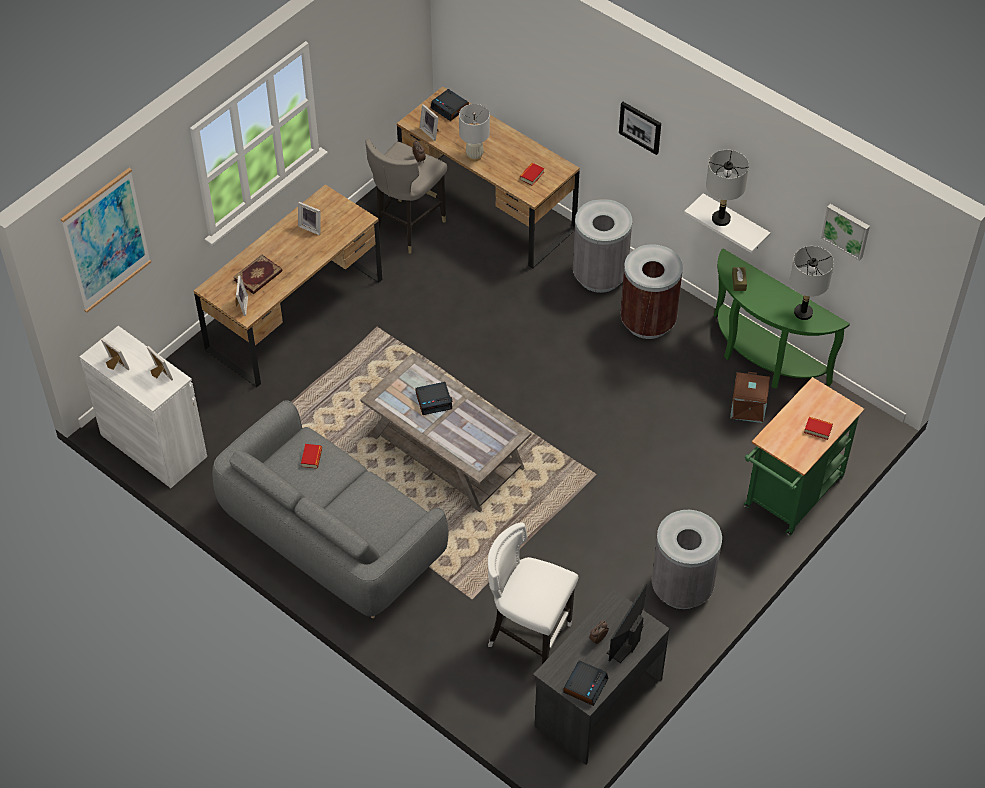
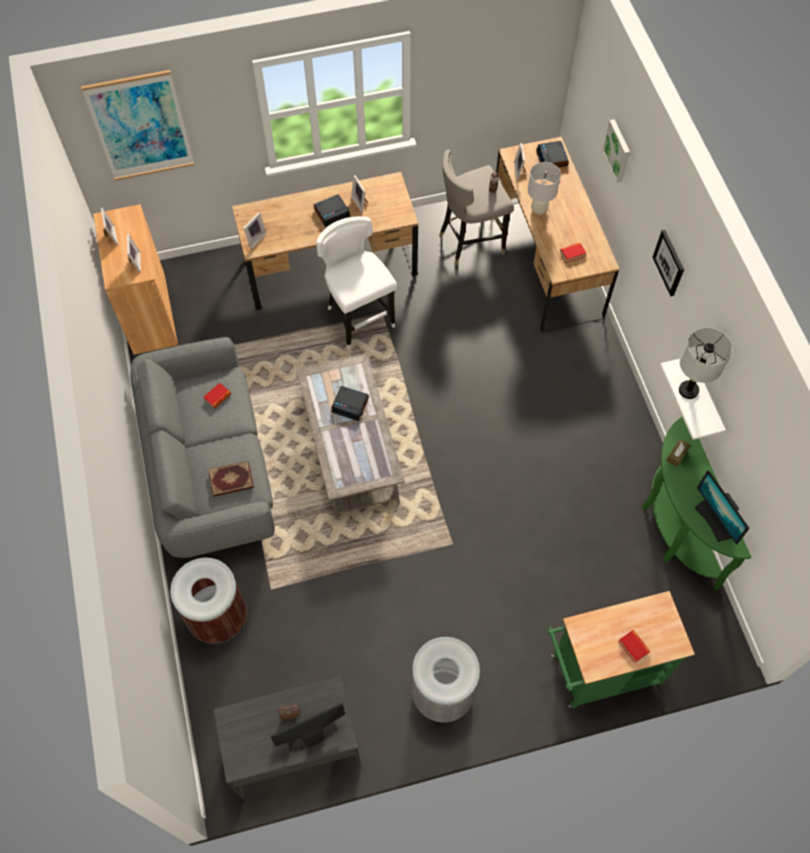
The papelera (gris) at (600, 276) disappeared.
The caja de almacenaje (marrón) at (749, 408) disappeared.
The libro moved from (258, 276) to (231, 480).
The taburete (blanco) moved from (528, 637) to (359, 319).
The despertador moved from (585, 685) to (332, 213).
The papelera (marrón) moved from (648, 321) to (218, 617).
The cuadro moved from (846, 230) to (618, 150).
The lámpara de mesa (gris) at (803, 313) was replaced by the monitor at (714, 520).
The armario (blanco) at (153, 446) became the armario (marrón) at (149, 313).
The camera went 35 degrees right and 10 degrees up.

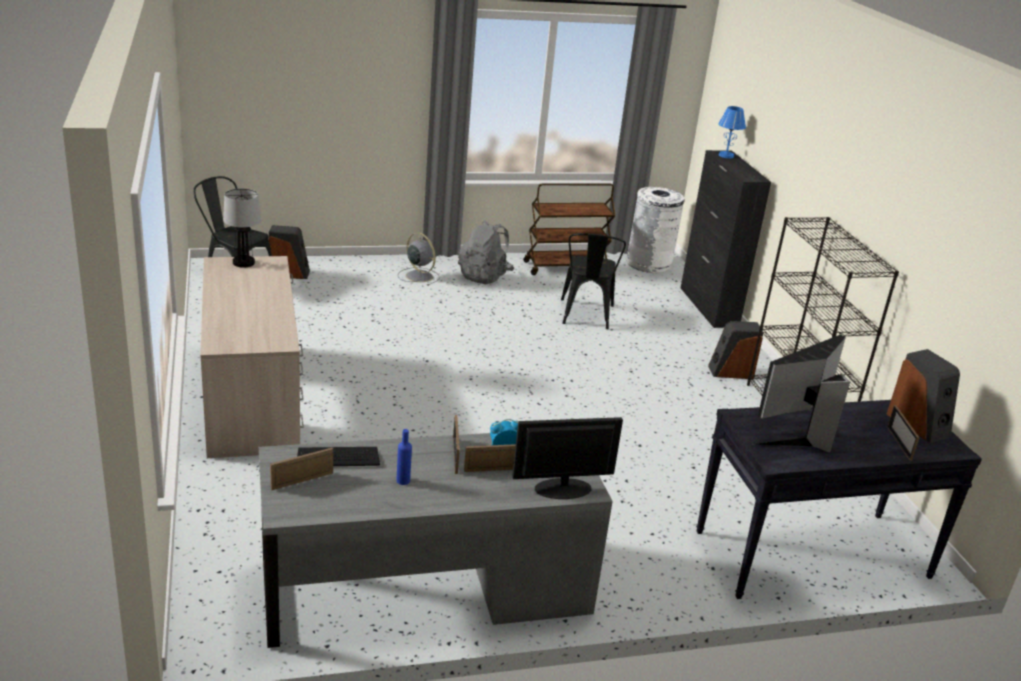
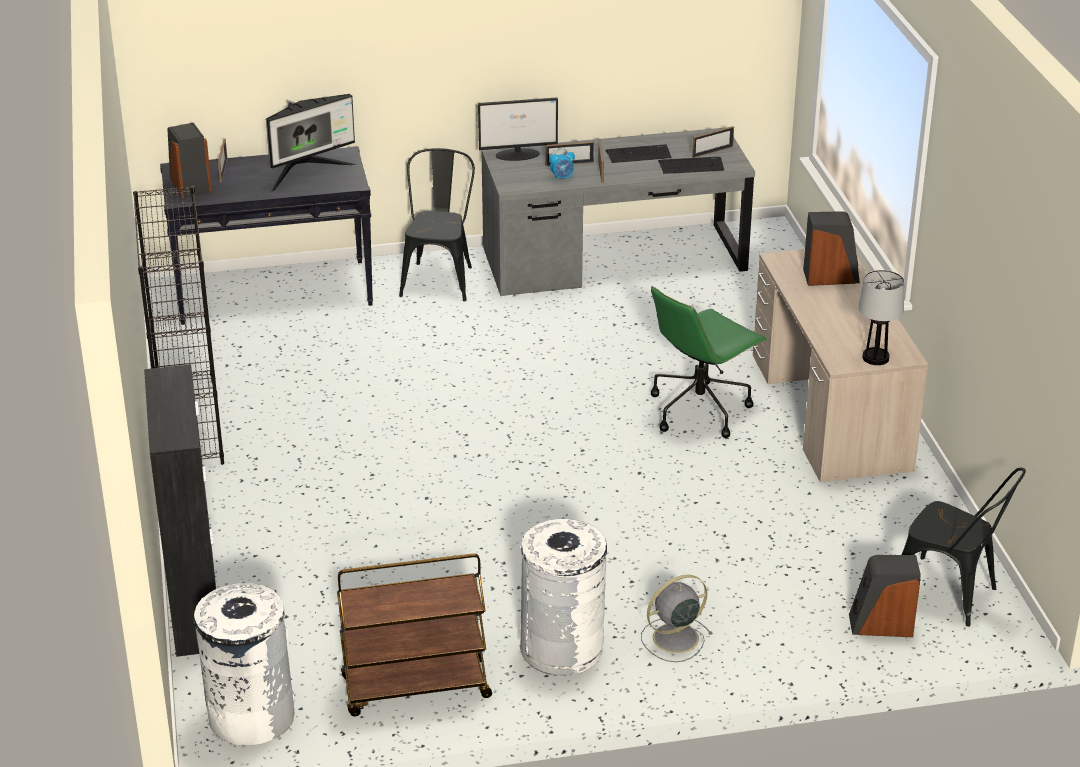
The lámpara de mesa (azul) at (726, 156) disappeared.
The silla de oficina (verde) at (700, 409) appeared.
The silla (negro) moved from (586, 316) to (439, 278).
The altavoz moved from (731, 372) to (830, 276).
The botella (azul) at (403, 480) was replaced by the teclado at (638, 154).
The mochila (gris) at (484, 276) was replaced by the papelera (blanco) at (562, 648).
The ventilador (gris) at (418, 276) turned 105 degrees clockwise.
The camera went 175 degrees left and 5 degrees up.

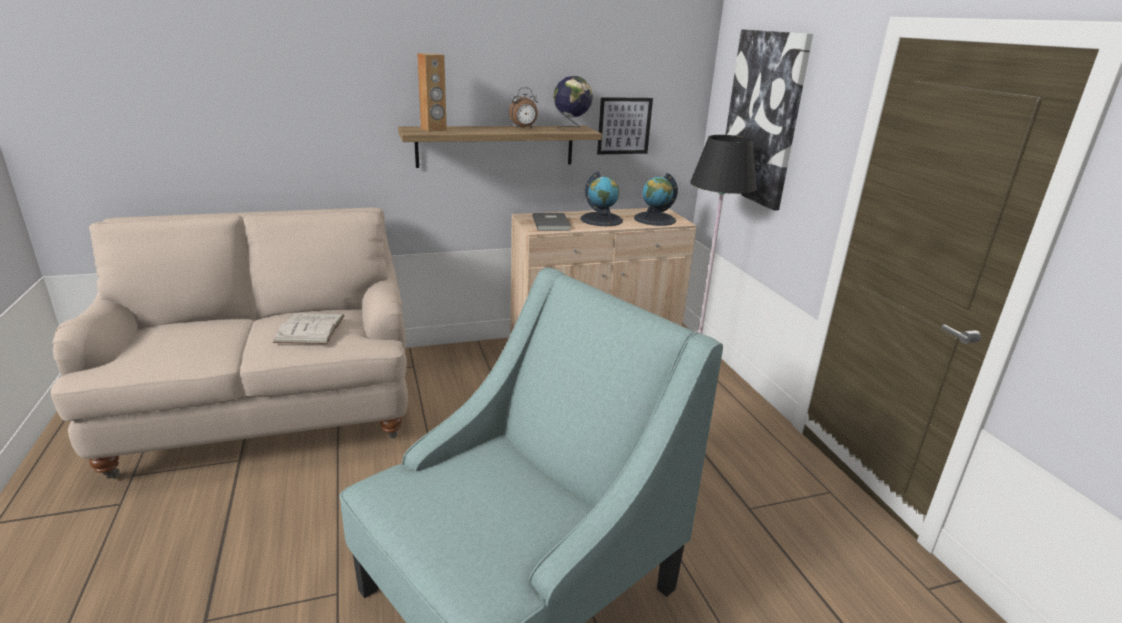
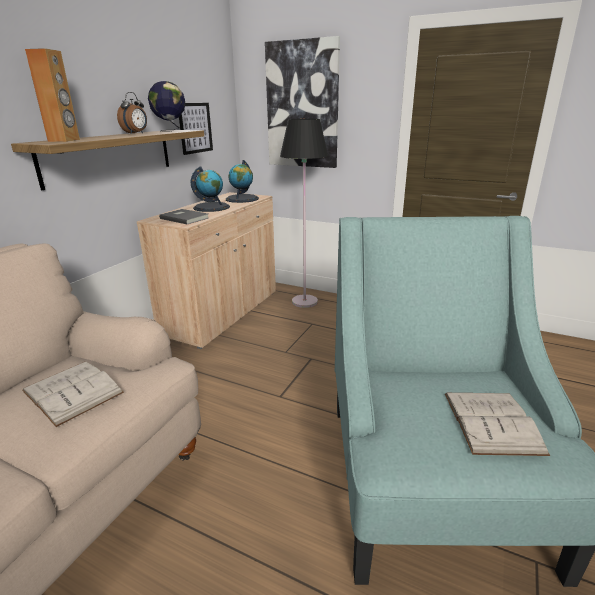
The libro (blanco) at (492, 422) appeared.
The camera went 45 degrees left and 0 degrees up.

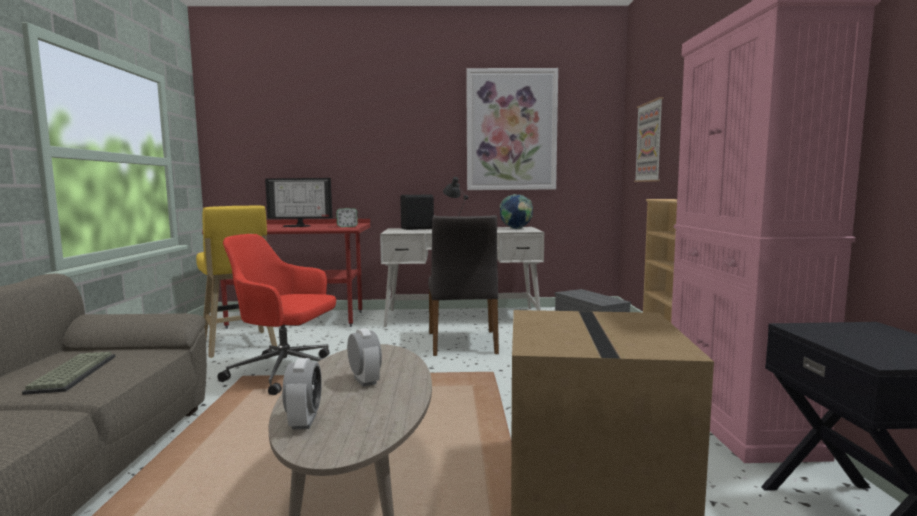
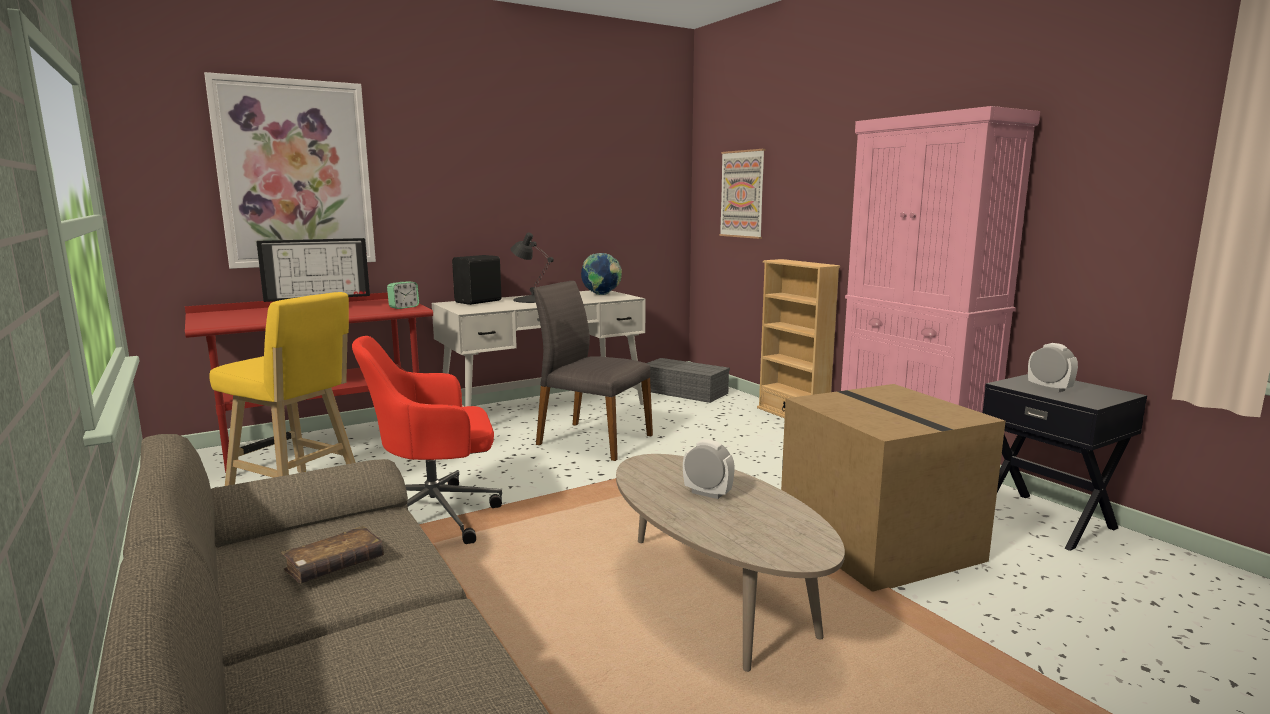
The despertador moved from (304, 421) to (1049, 389).
The cuadro moved from (511, 130) to (295, 174).
The teclado at (72, 373) was replaced by the libro (marrón) at (335, 566).
The silla (gris) at (463, 343) turned 150 degrees clockwise.
The camera went 30 degrees left and 5 degrees up.

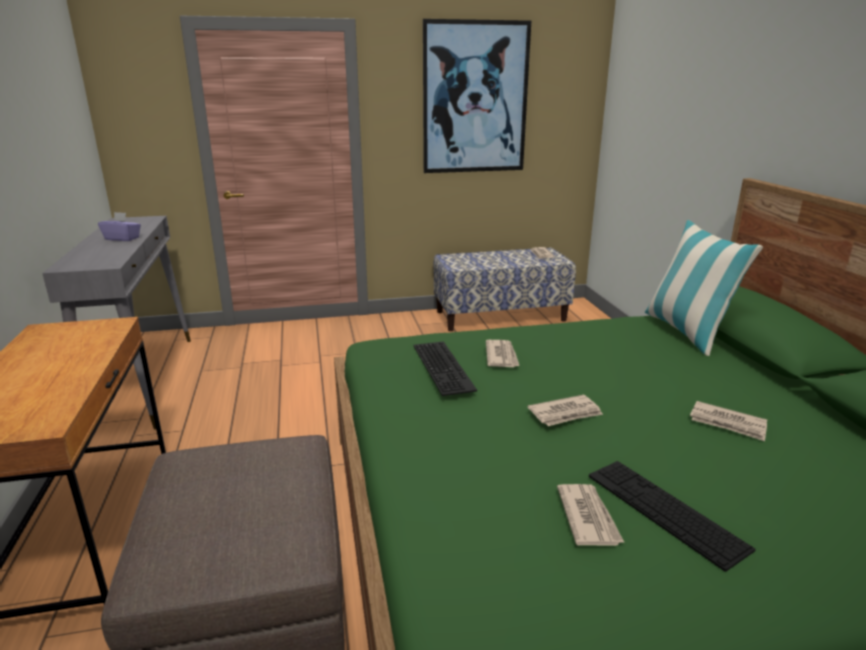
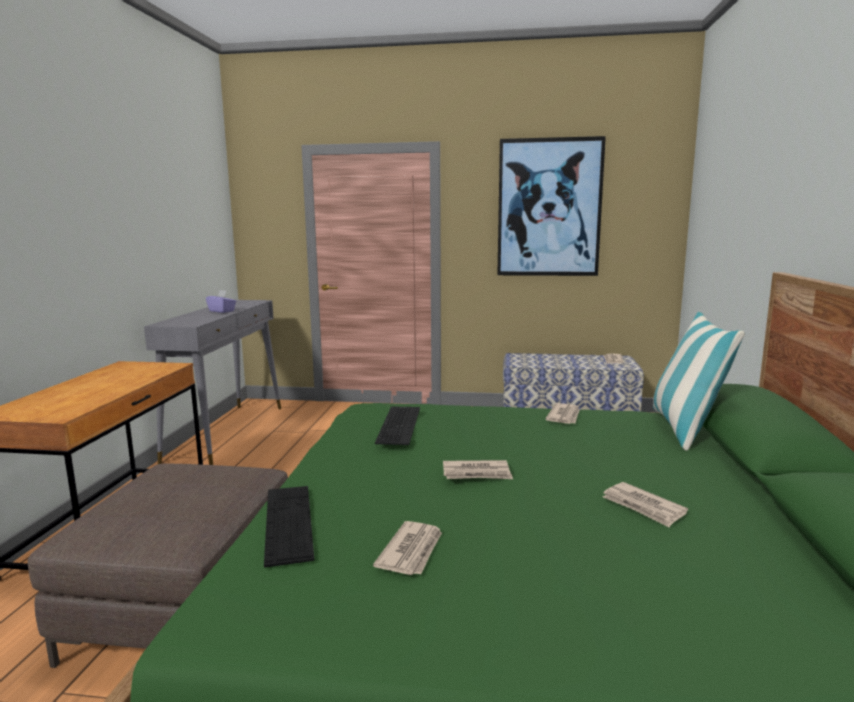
The periódico moved from (501, 356) to (564, 416).
The teclado moved from (664, 510) to (288, 522).
The camera went 20 degrees right and 10 degrees down.

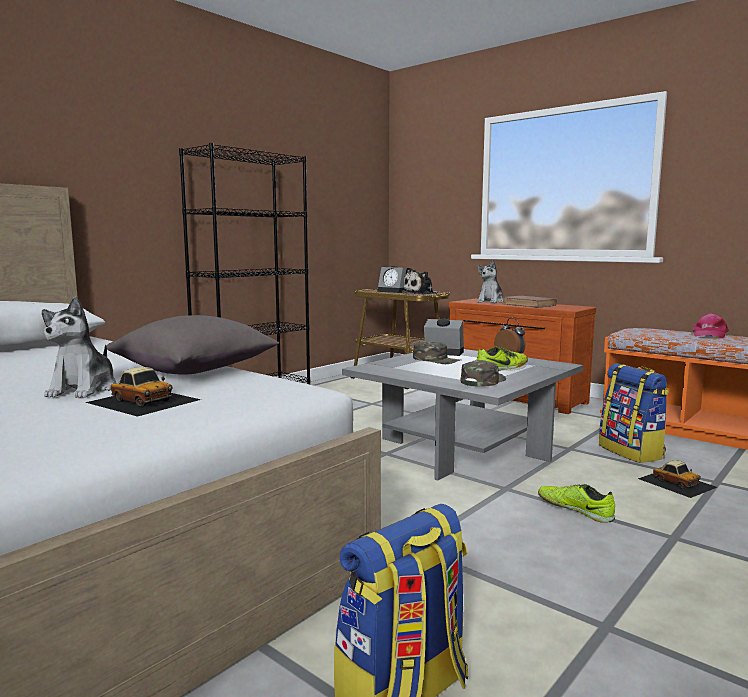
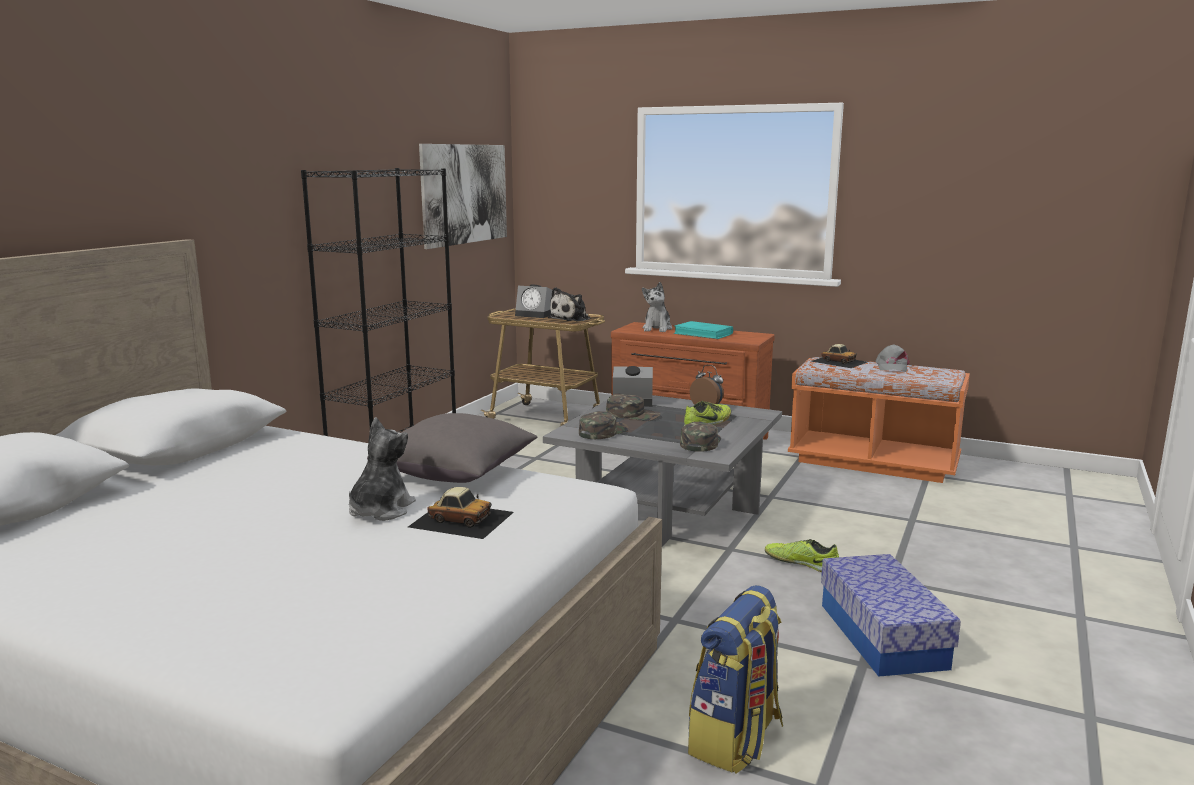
The mochila at (632, 452) disappeared.
The cuadro at (465, 194) appeared.
The gorra (verde) at (602, 432) appeared.
The caja de almacenaje at (882, 635) appeared.
The coche de juguete moved from (676, 482) to (839, 361).
The libro (marrón) at (529, 305) became the libro (turquesa) at (703, 334).
The gorra (rosa) at (709, 334) became the gorra (gris) at (891, 367).
The peluche at (84, 389) turned 150 degrees counterclockwise.
The camera went 15 degrees left and 5 degrees up.

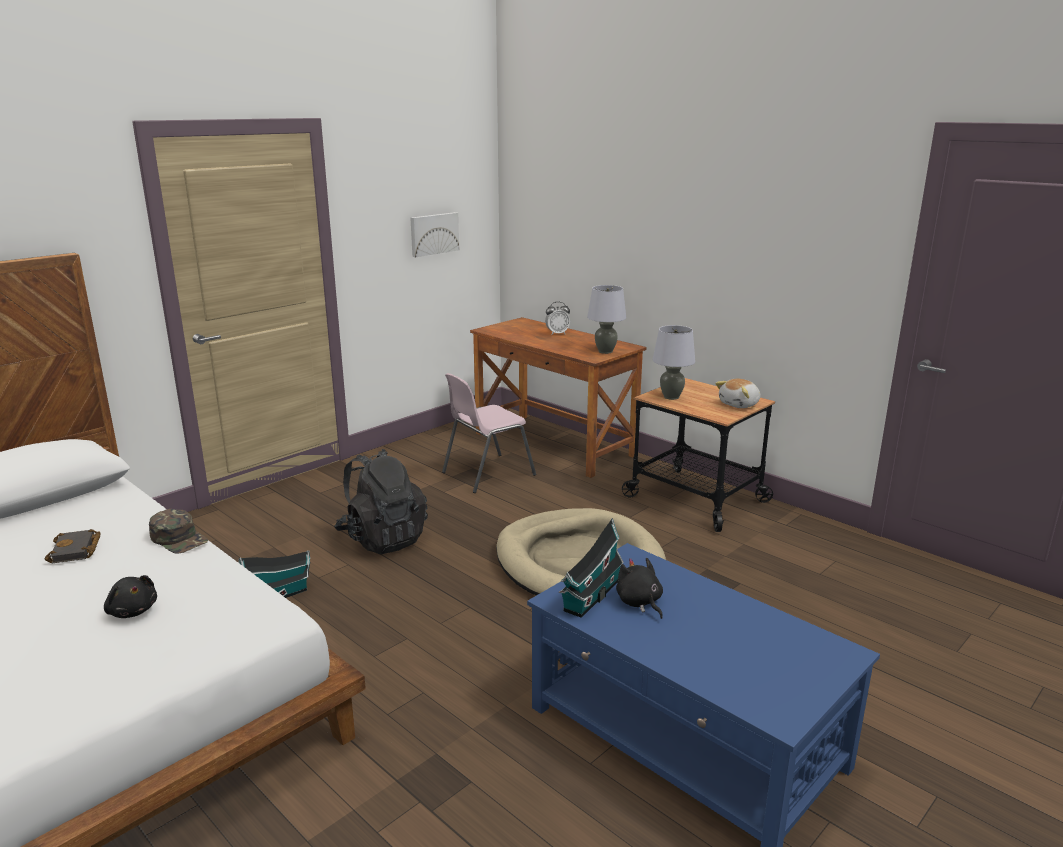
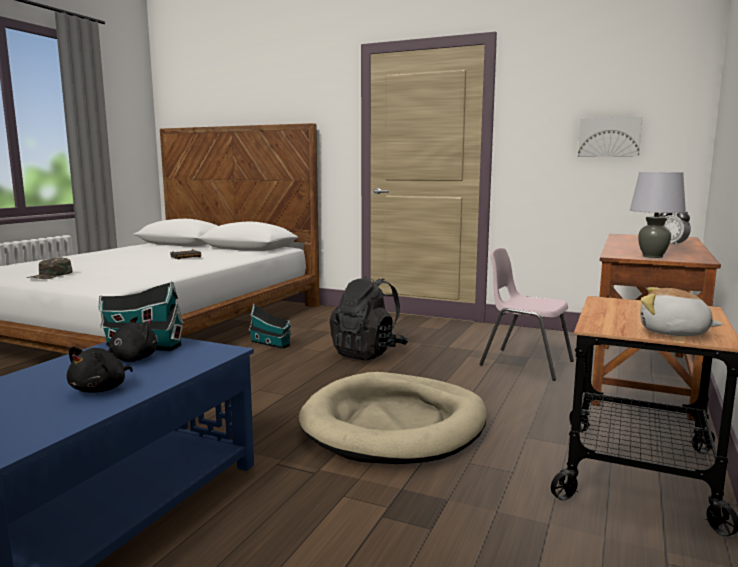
The lámpara de mesa (gris) at (671, 397) disappeared.
The peluche (negro) moved from (132, 611) to (101, 389).
The gorra (verde) moved from (179, 538) to (51, 275).
The camera went 70 degrees right and 10 degrees down.

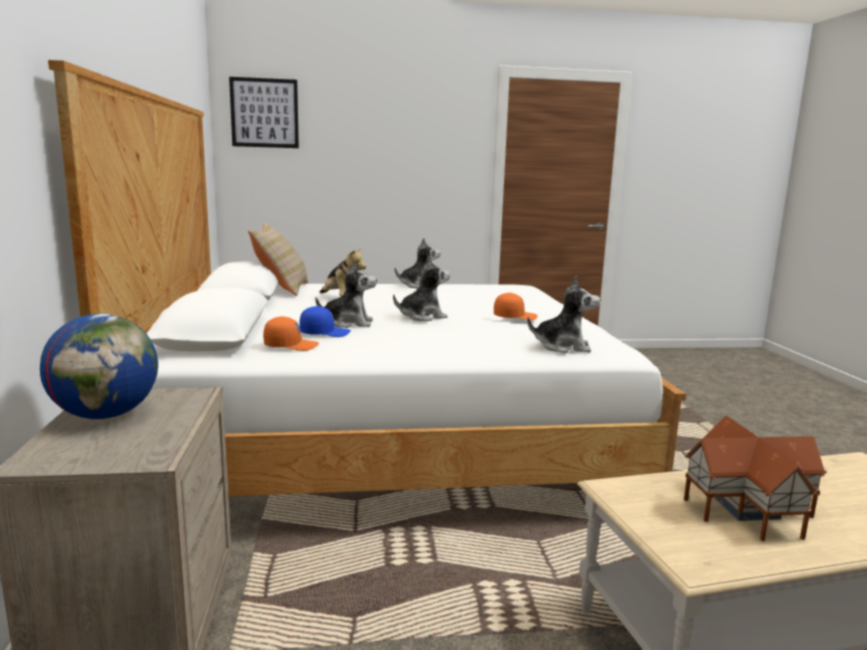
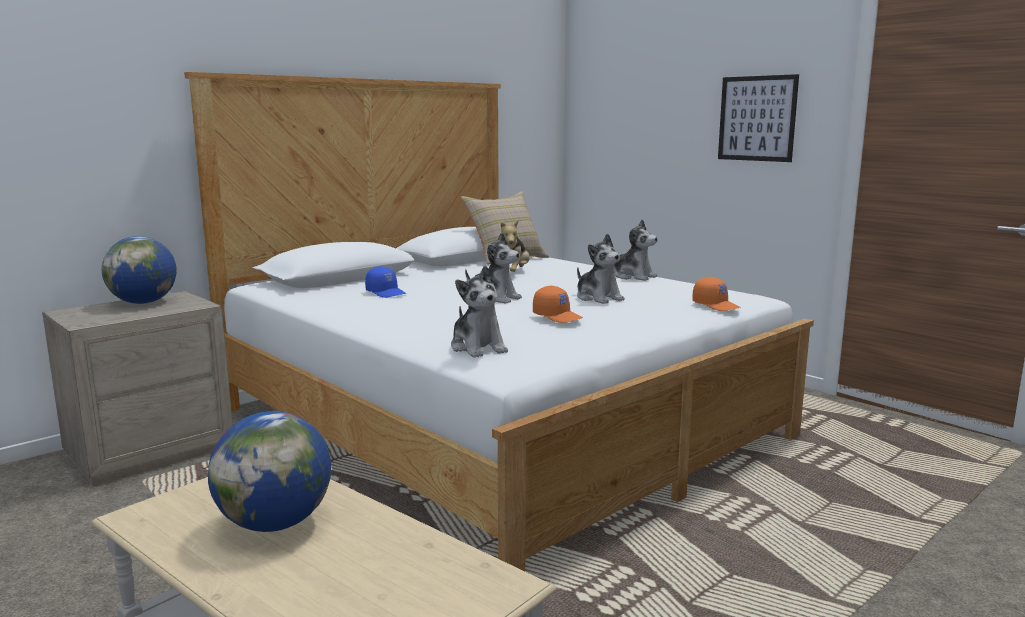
The cuadro moved from (264, 113) to (757, 118).
The gorra (naranja) moved from (291, 346) to (716, 305).
The peluche moved from (349, 323) to (598, 298).
The casita at (744, 507) was replaced by the globo terráqueo at (275, 523).
The camera went 55 degrees right and 0 degrees up.

